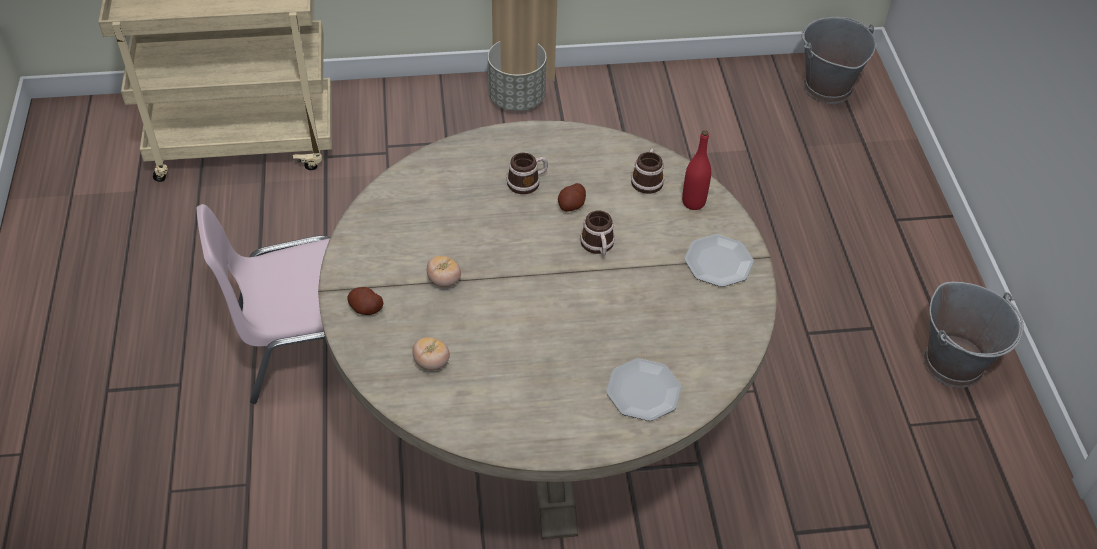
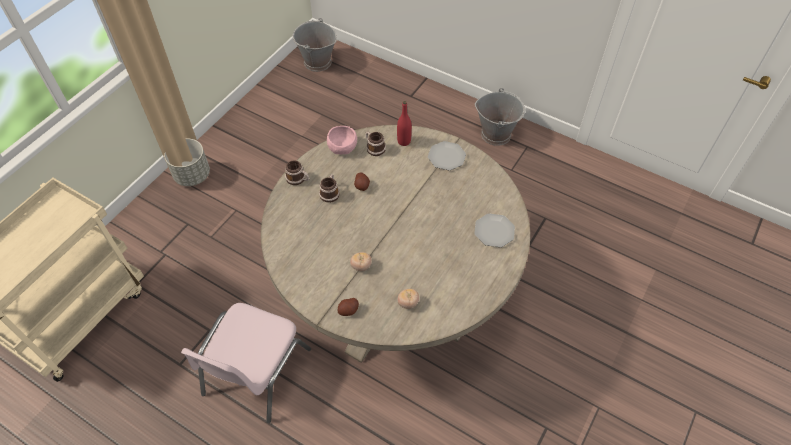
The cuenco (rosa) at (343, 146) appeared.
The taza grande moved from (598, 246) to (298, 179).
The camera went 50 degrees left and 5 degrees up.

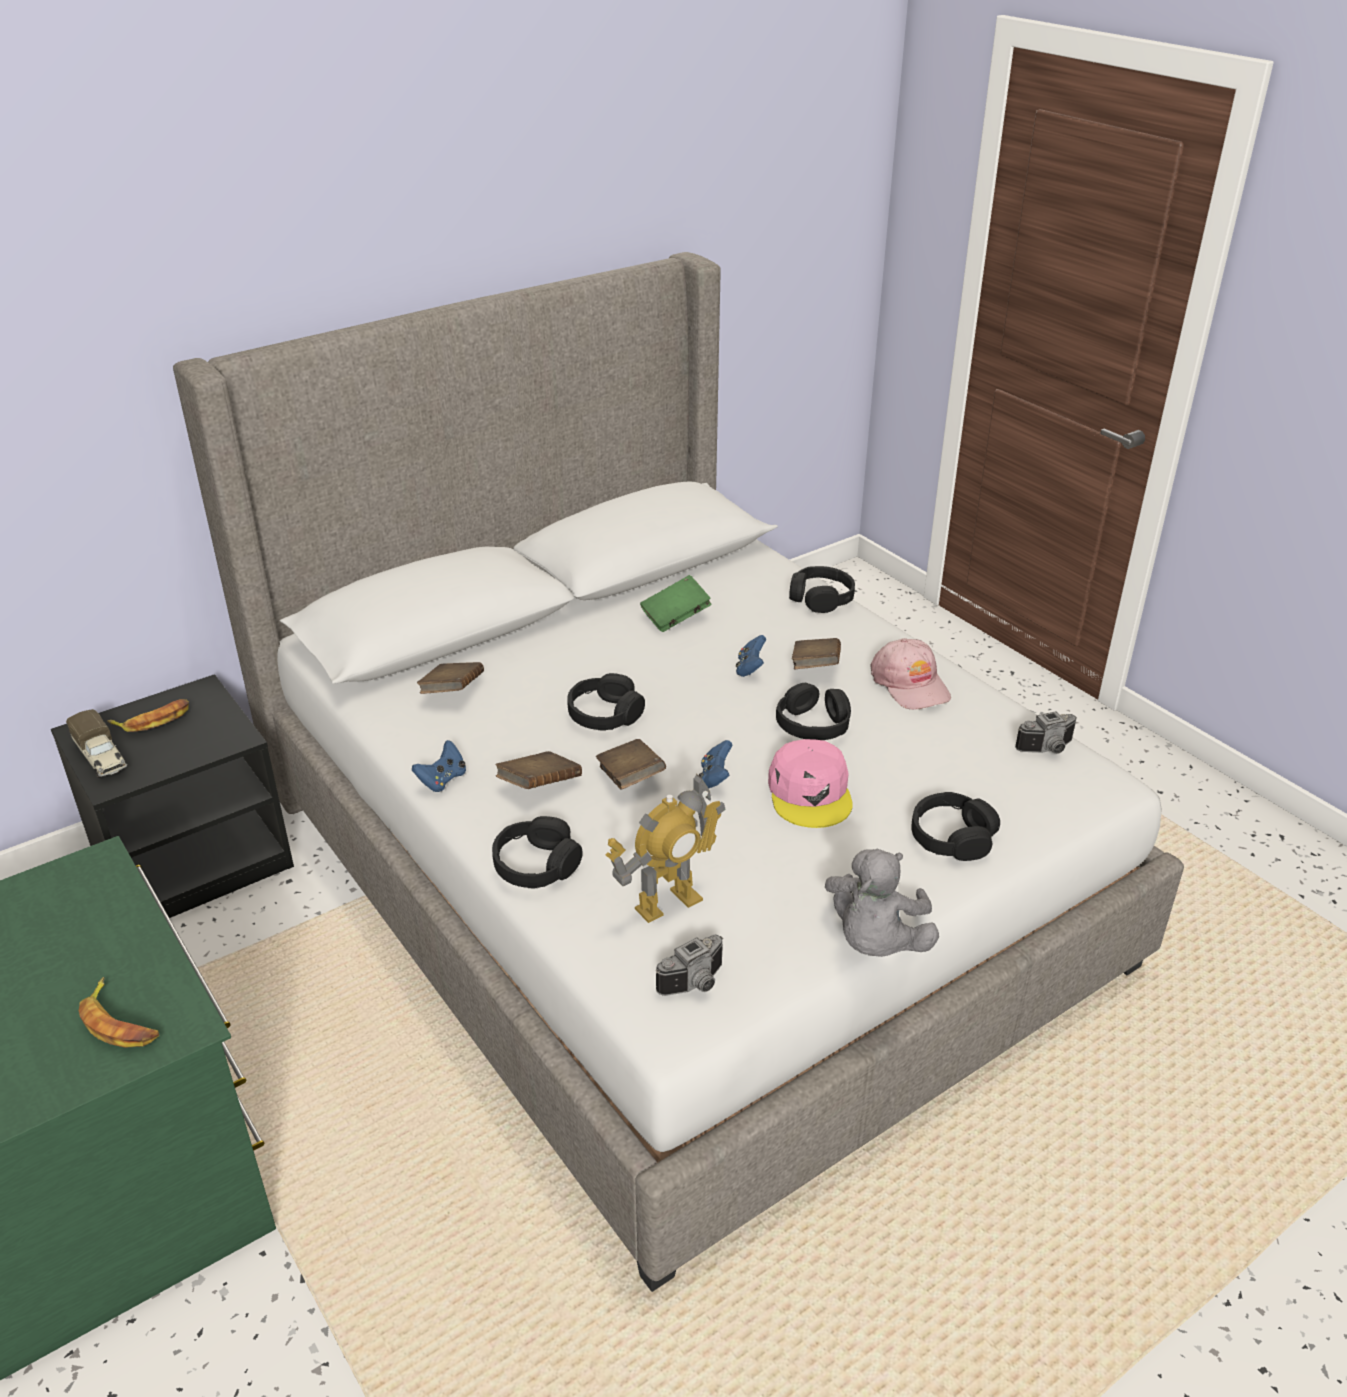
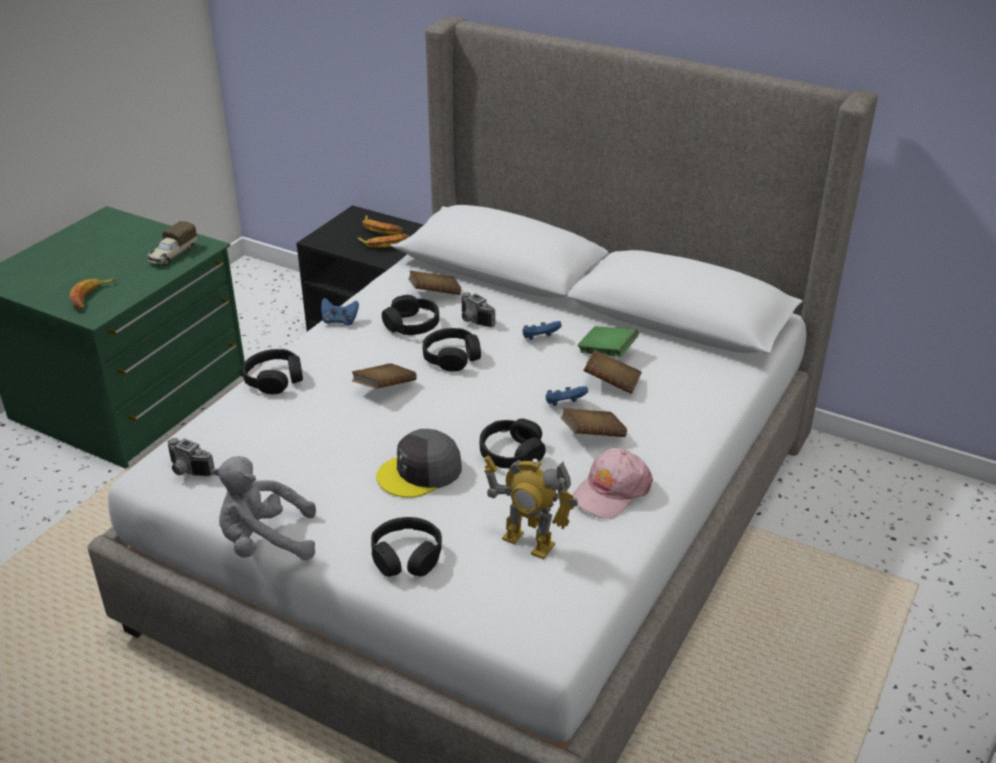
The plátano at (385, 243) appeared.
The camión de juguete moved from (102, 758) to (172, 255).
The libro (marrón) moved from (539, 786) to (611, 384).
The robot de juguete moved from (667, 903) to (528, 542).
The mando de consola (azul) moved from (714, 778) to (540, 338).
The auriculares (negro) moved from (820, 598) to (412, 325).
The cámara moved from (1048, 749) to (473, 321).
The gorra (rosa) at (810, 793) became the gorra (gris) at (420, 472).
The camera went 65 degrees right and 0 degrees up.

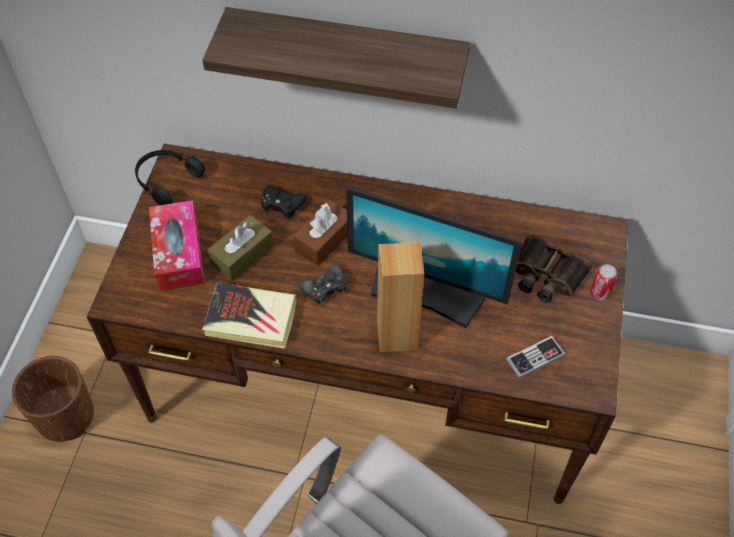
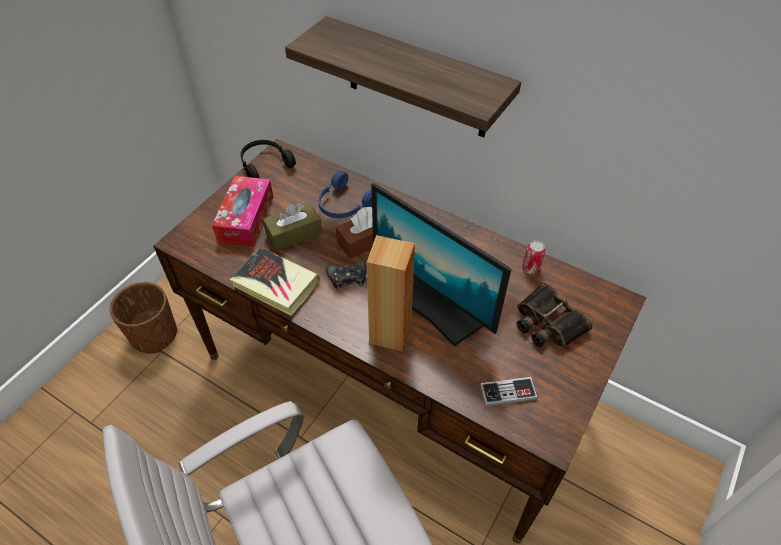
The lata moved from (599, 293) to (530, 268).
The mando de consola (negro) at (282, 205) was replaced by the auriculares (azul) at (344, 205).
The camera went 20 degrees right and 5 degrees down.

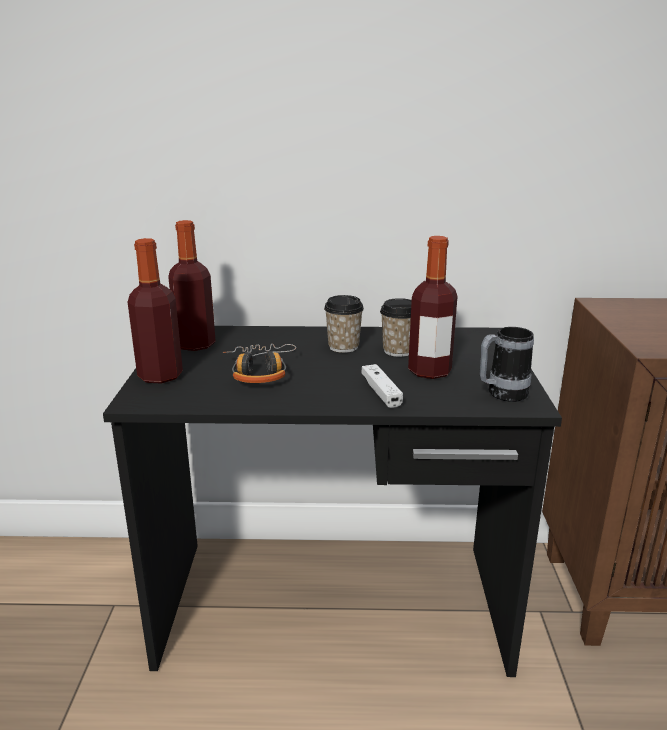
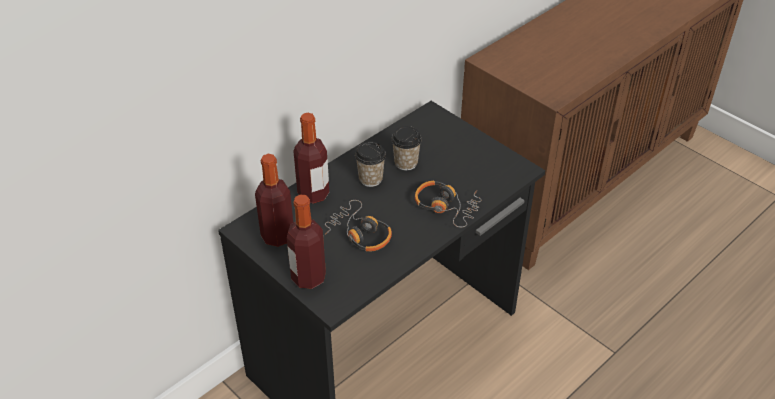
The taza grande at (501, 395) disappeared.
The botella moved from (429, 371) to (313, 194).
The mando de consola (blanco) at (381, 392) was replaced by the auriculares at (446, 207).
The camera went 45 degrees left and 20 degrees up.

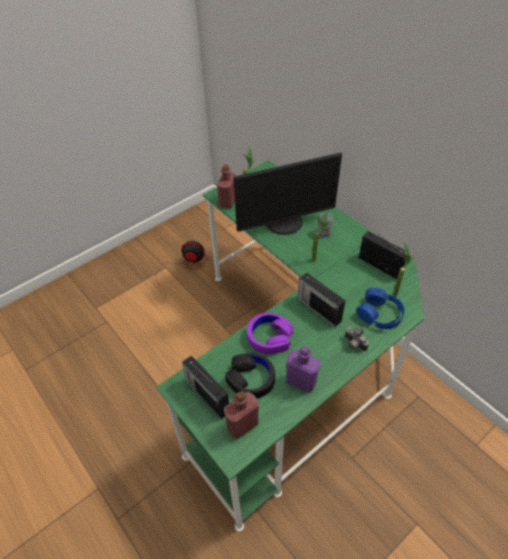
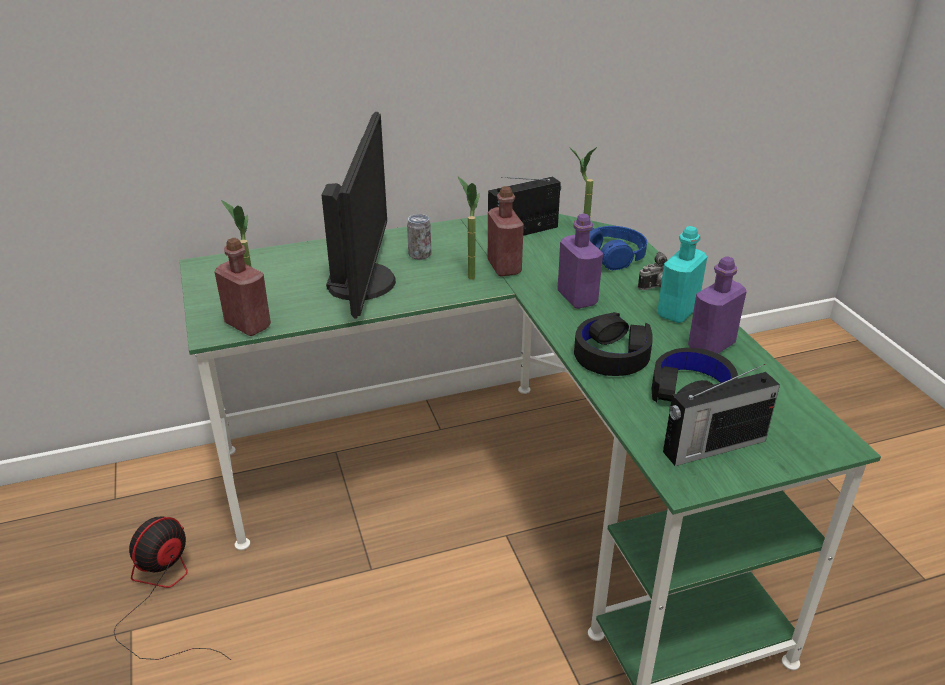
The botella (turquesa) at (677, 312) appeared.
The botella (rojo) moved from (242, 425) to (504, 267).
The radio at (318, 309) was replaced by the botella (morado) at (577, 298).
The auriculares (morado) at (269, 337) became the auriculares (negro) at (612, 354).
The camera went 70 degrees left and 15 degrees down.

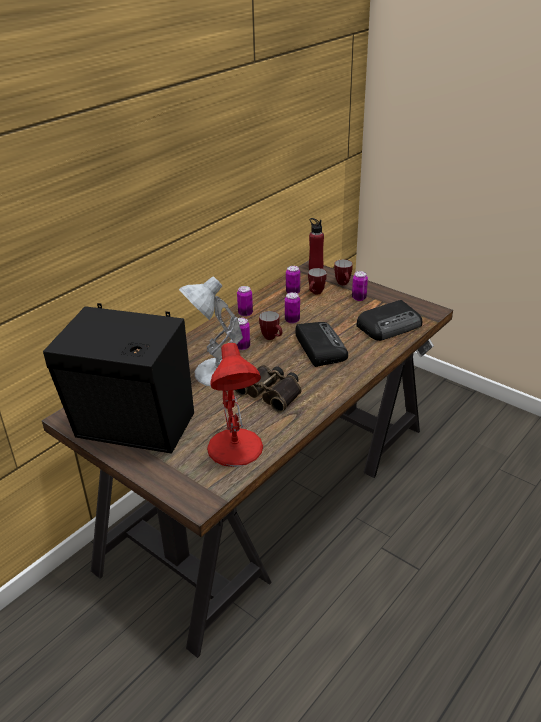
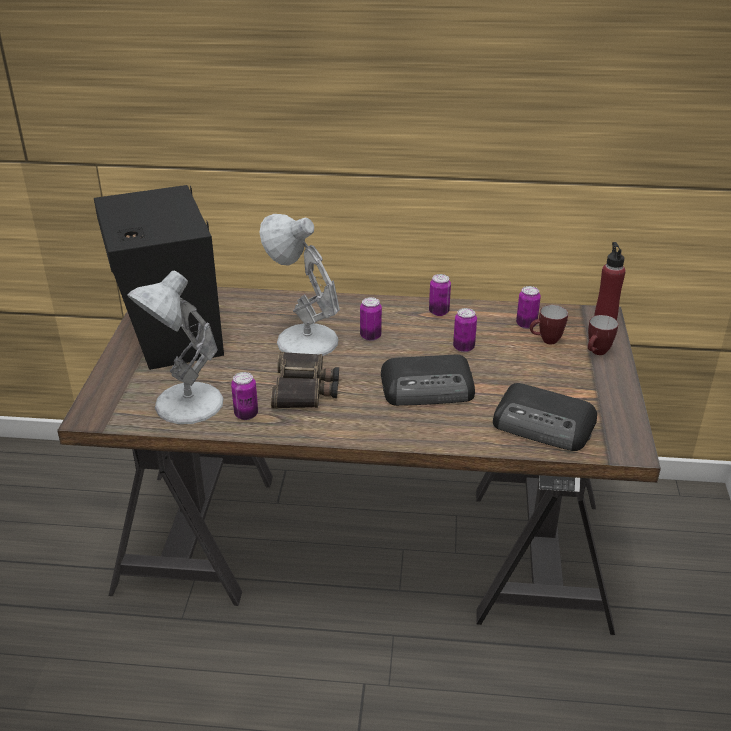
The taza grande at (272, 338) disappeared.
The lata moved from (359, 298) to (246, 414).
The lámpara de mesa (rojo) at (236, 449) became the lámpara de mesa (blanco) at (186, 405).
The radio at (319, 347) turned 45 degrees clockwise.
The camera went 55 degrees right and 0 degrees up.

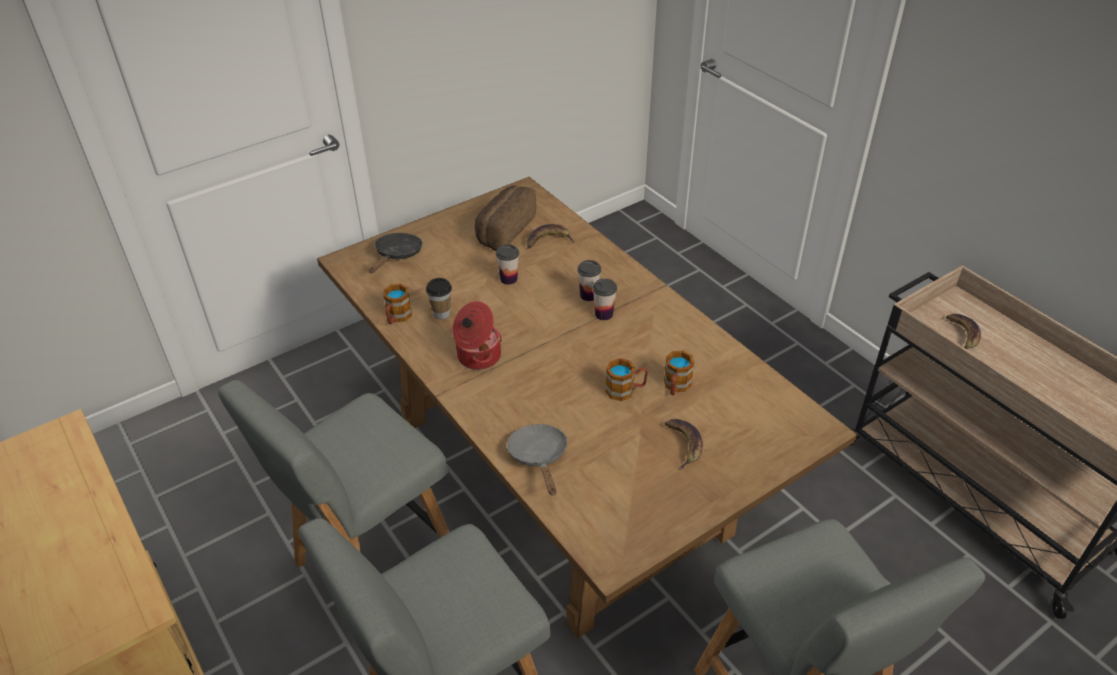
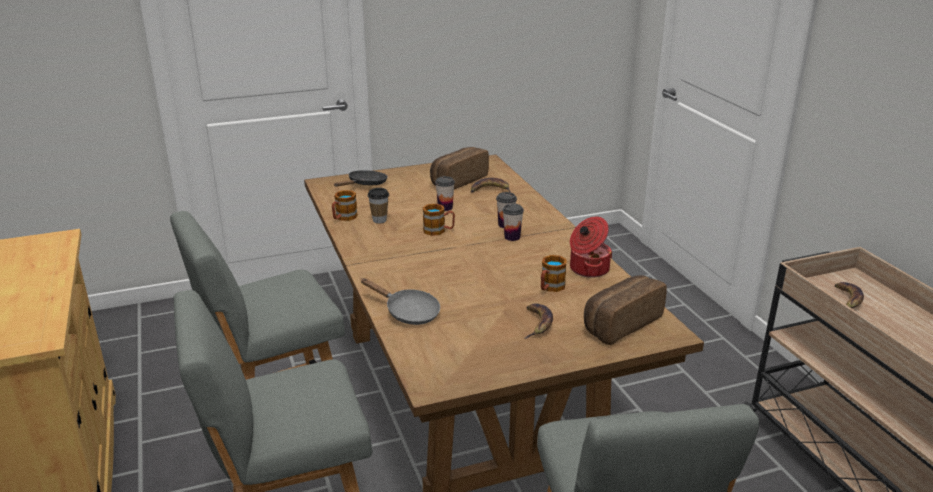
The pan at (619, 323) appeared.
The olla moved from (477, 356) to (588, 269).
The taza grande moved from (625, 390) to (438, 231).
The sartén (gris) at (539, 457) turned 120 degrees clockwise.
The camera went 15 degrees right and 15 degrees down.

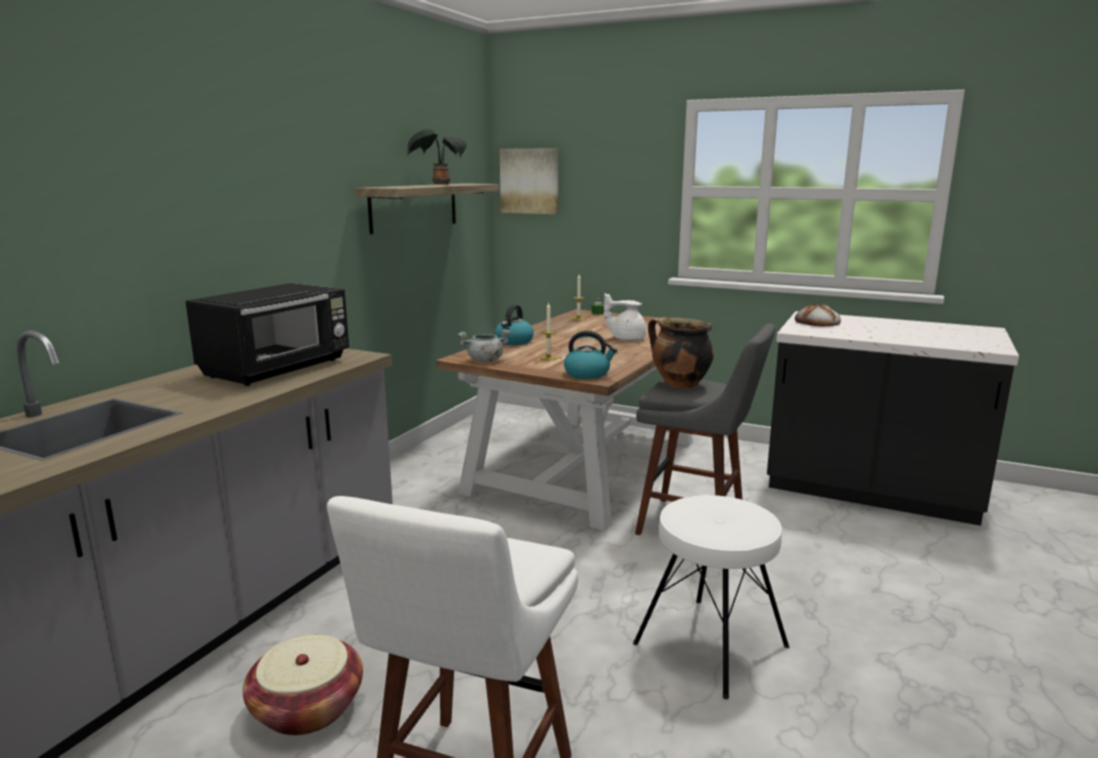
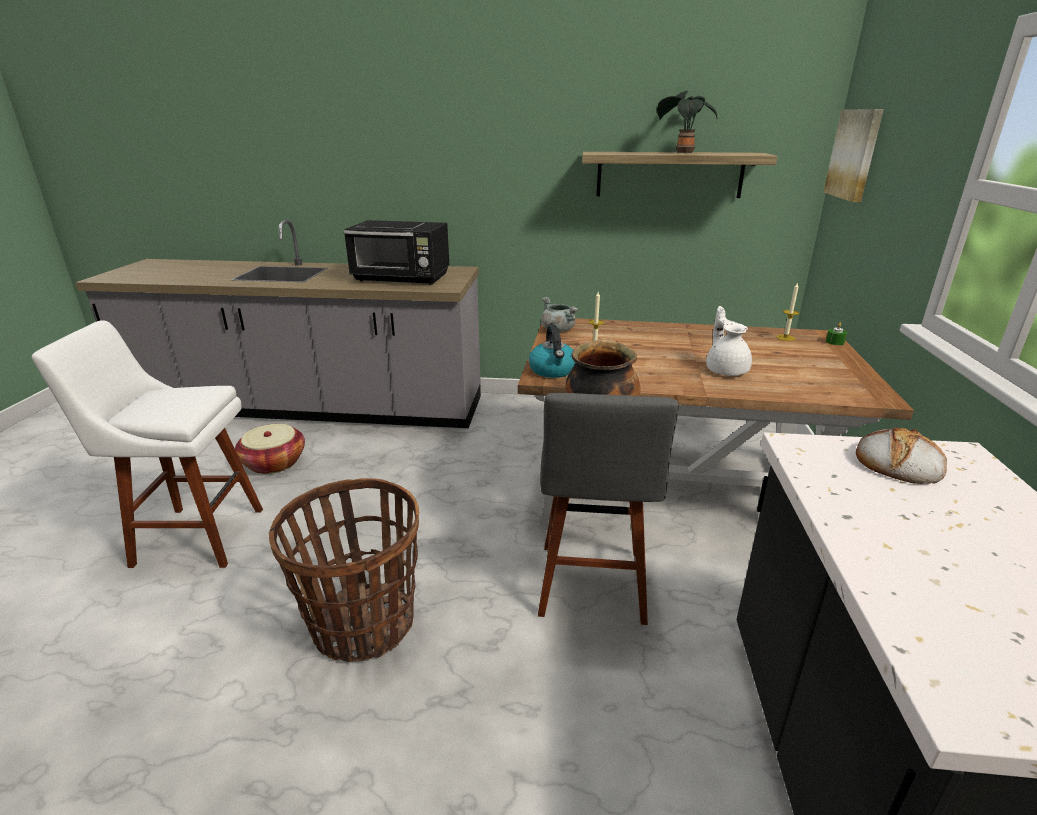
The hervidor at (514, 342) disappeared.
The taburete (blanco) at (712, 645) was replaced by the cesta at (362, 624).
The camera went 70 degrees right and 10 degrees up.

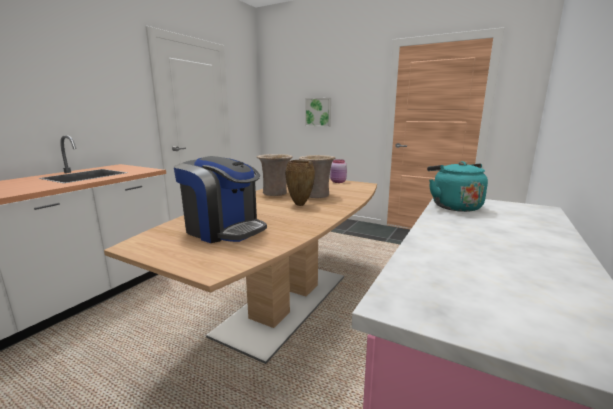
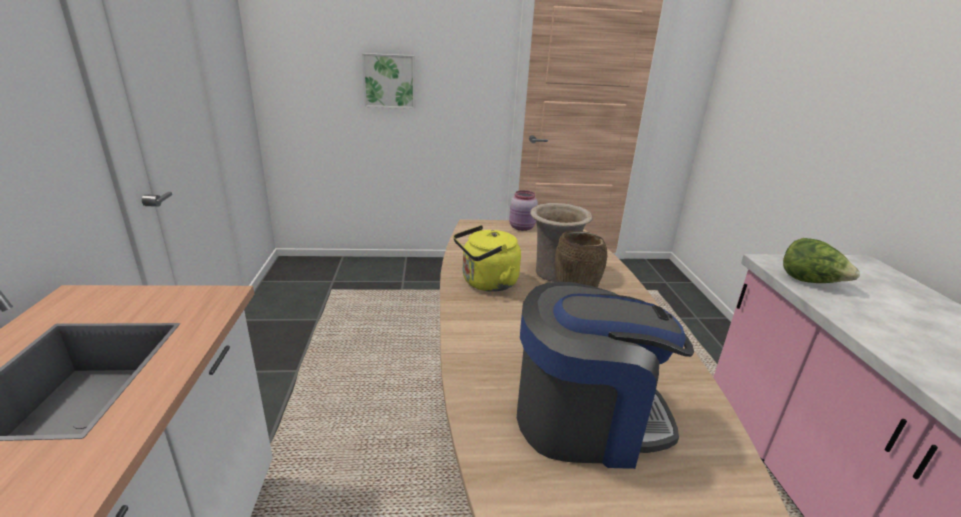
The florero (beis) at (275, 193) was replaced by the hervidor (amarillo) at (486, 283).
The hervidor (turquesa) at (453, 206) was replaced by the lechuga at (810, 282).
The camera went 35 degrees left and 10 degrees up.

